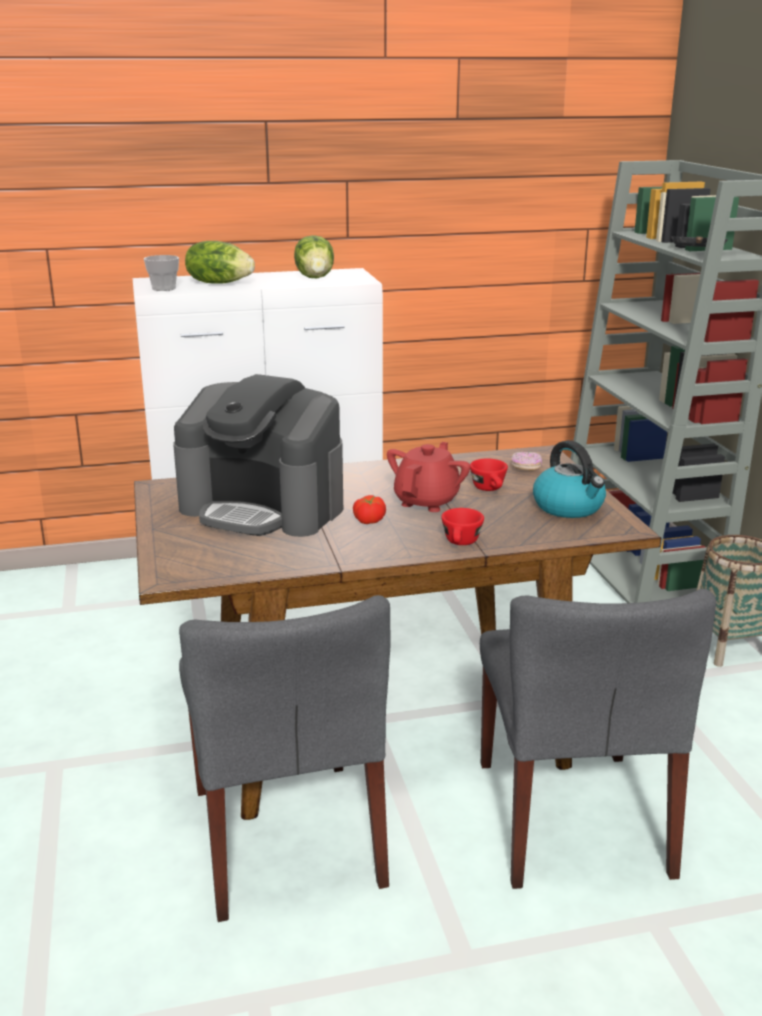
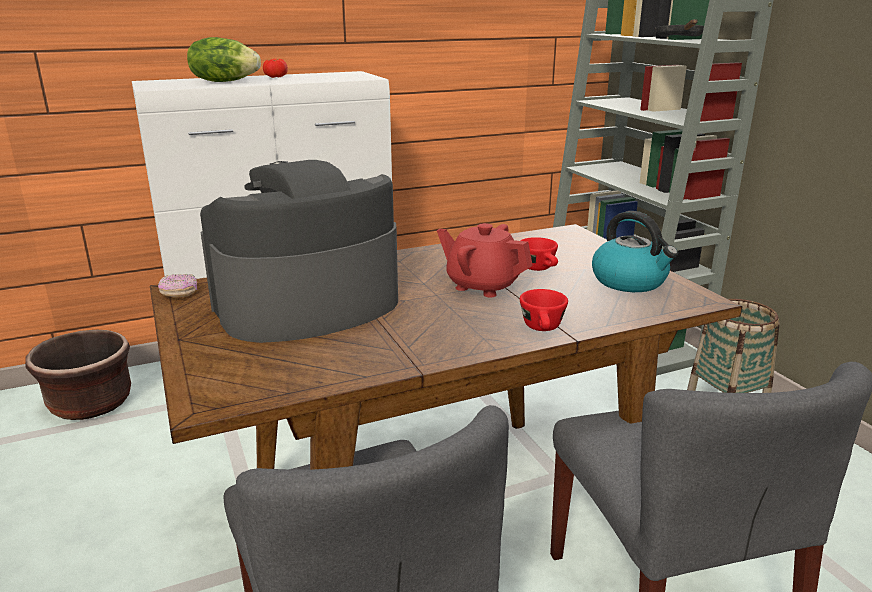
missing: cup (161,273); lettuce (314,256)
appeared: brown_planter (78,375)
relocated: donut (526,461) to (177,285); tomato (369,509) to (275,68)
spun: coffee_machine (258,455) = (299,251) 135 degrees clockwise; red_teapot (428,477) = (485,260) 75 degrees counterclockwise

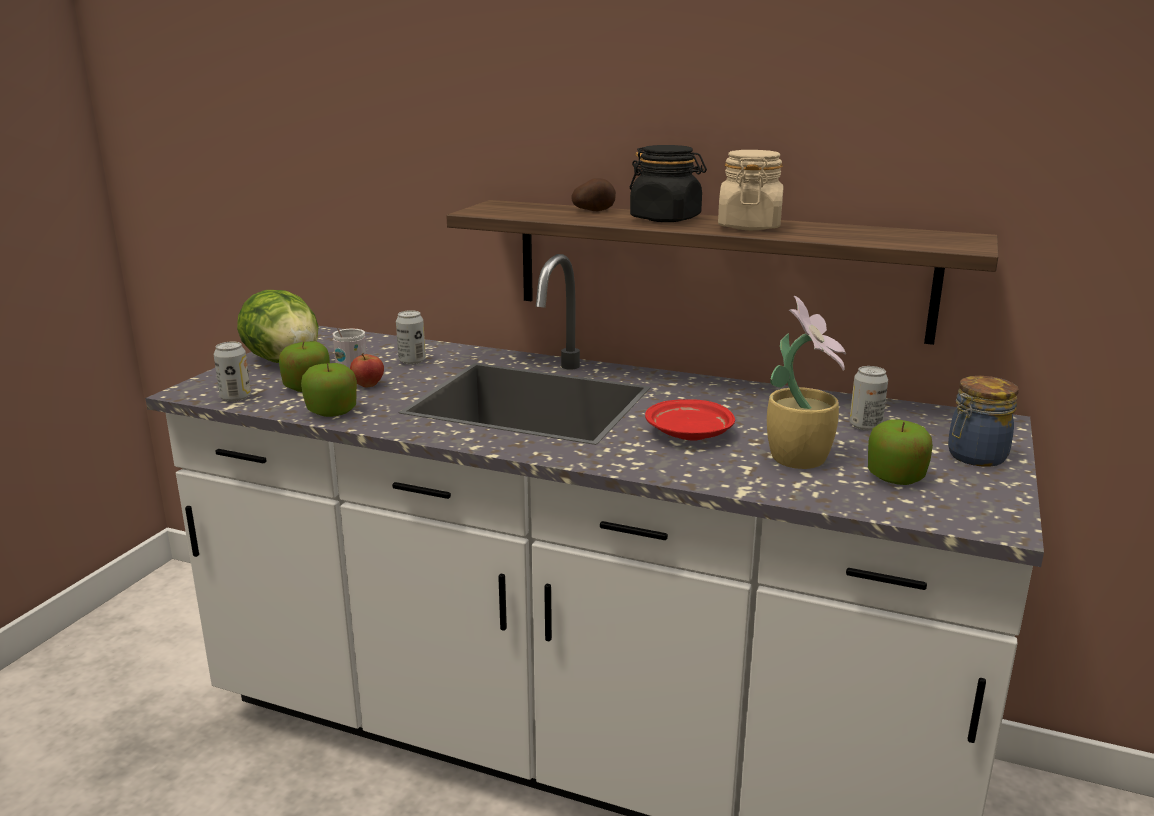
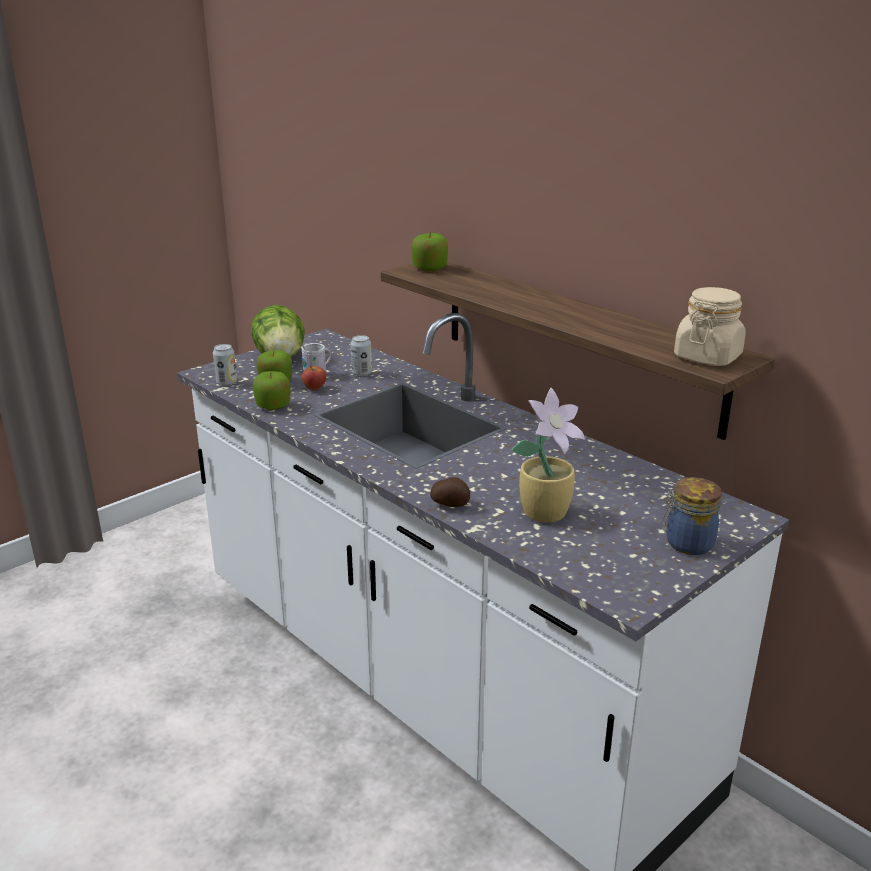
missing: black_jar (668,183); red_plate (690,420); can (868,398)
relocated: apple (900,452) to (430,251); potato (594,194) to (450,492); beige_jar (751,190) to (710,326)

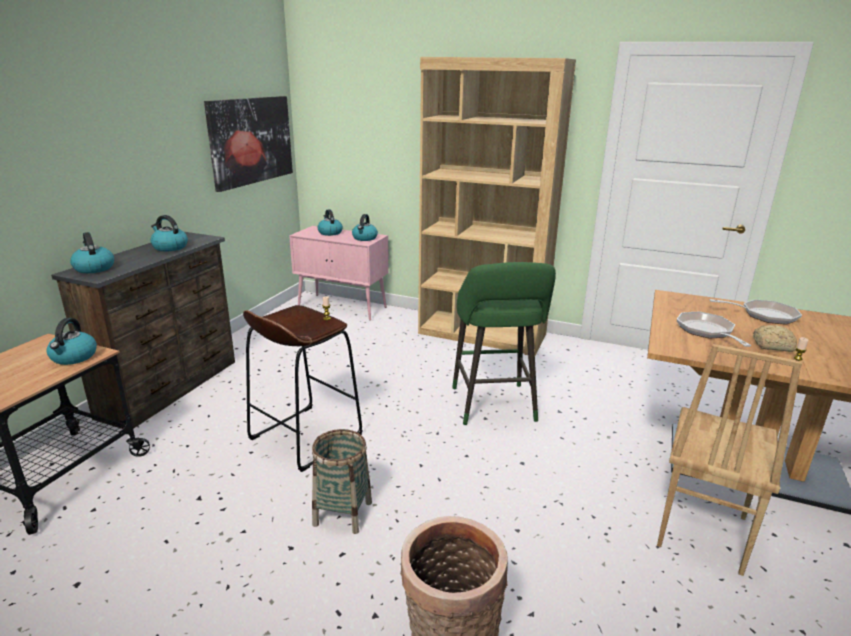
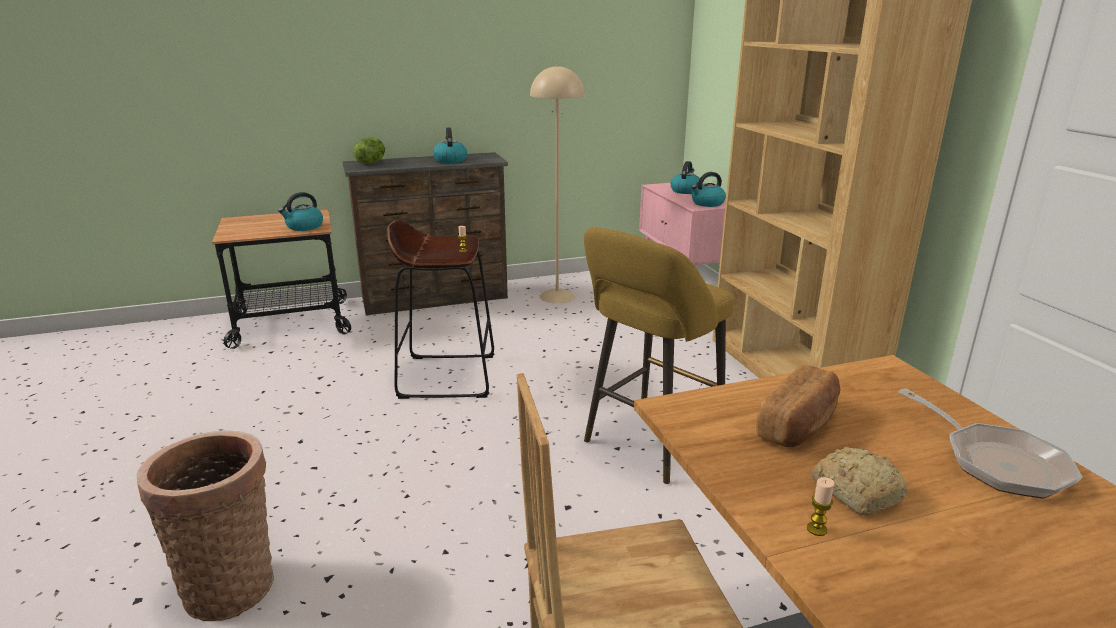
missing: picture (248,144); basket (342,481)
appeared: beige_floor_lamp (557,184)
exchanged: kettle (92,252) to lettuce (369,150); frying_pan (714,329) to bread (798,405)
colour: green_stool (504,343) to yellow_stool (659,355)

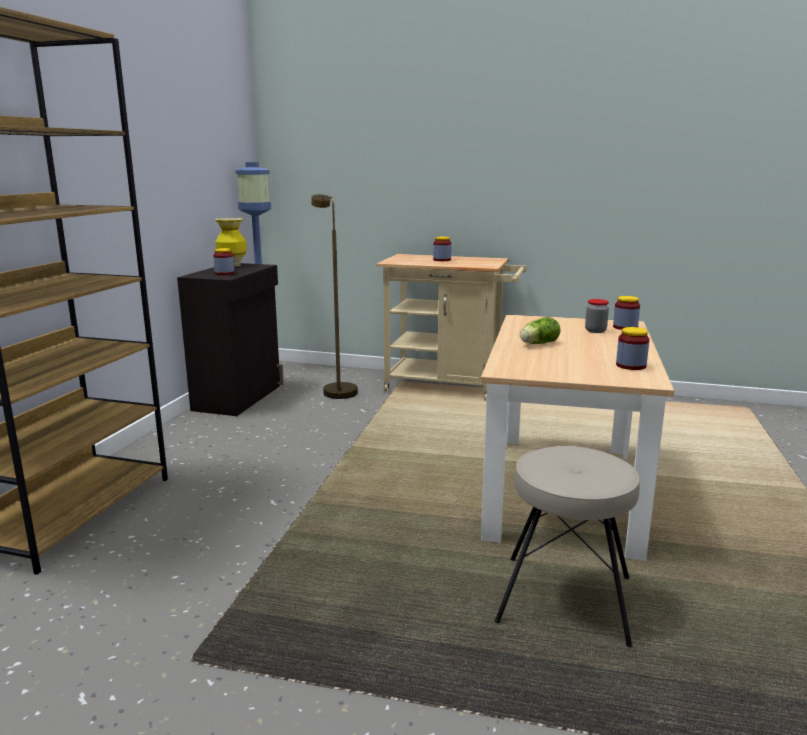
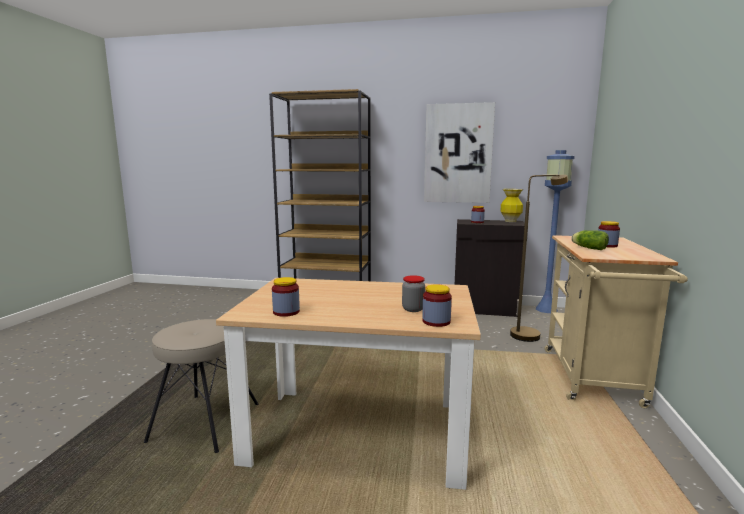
appeared: picture (459,152)
relocated: lettuce (540,330) to (590,240)

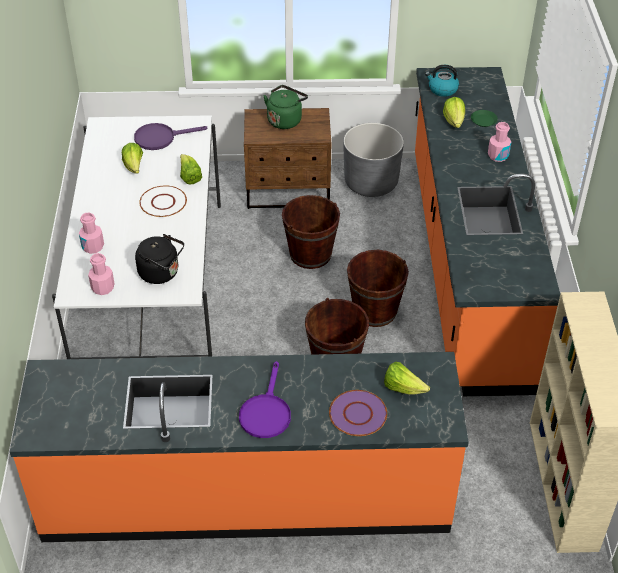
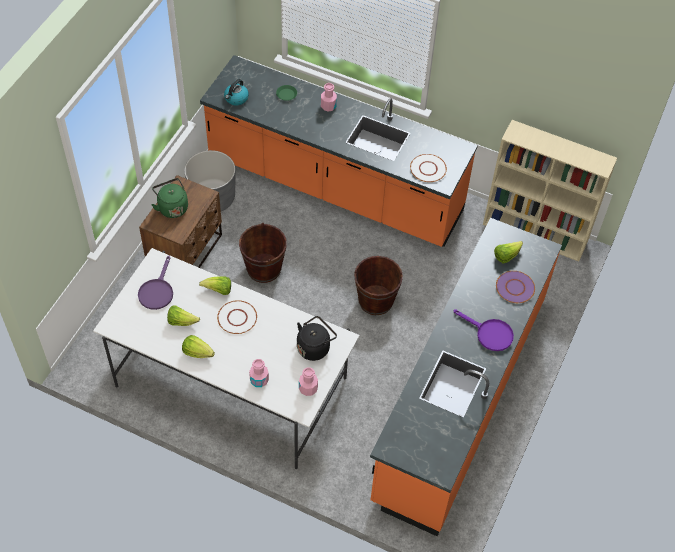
missing: brown_bucket (378,288)
appeared: white_plate (428,168)
relocated: lettuce (454,112) to (198,346)

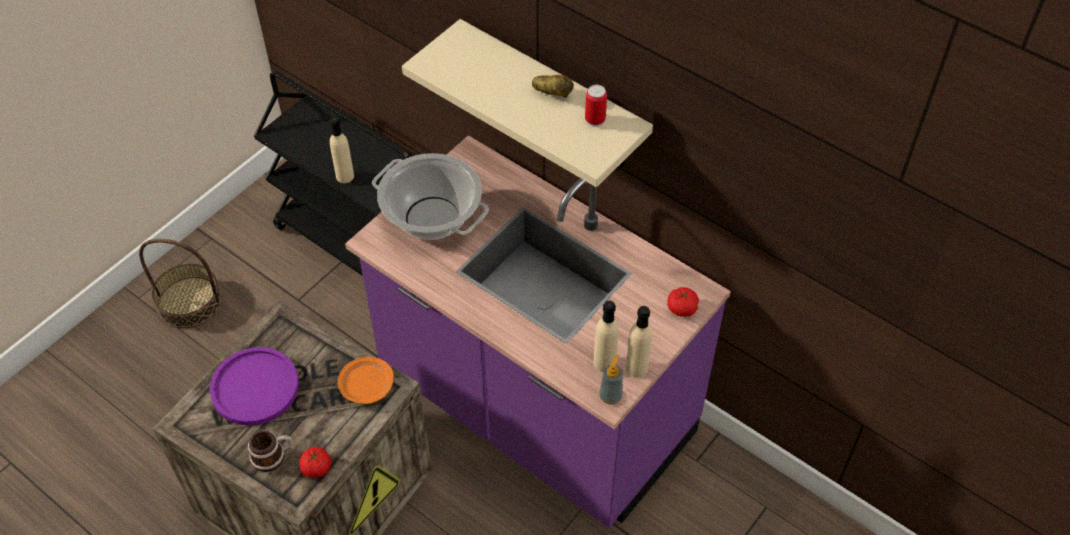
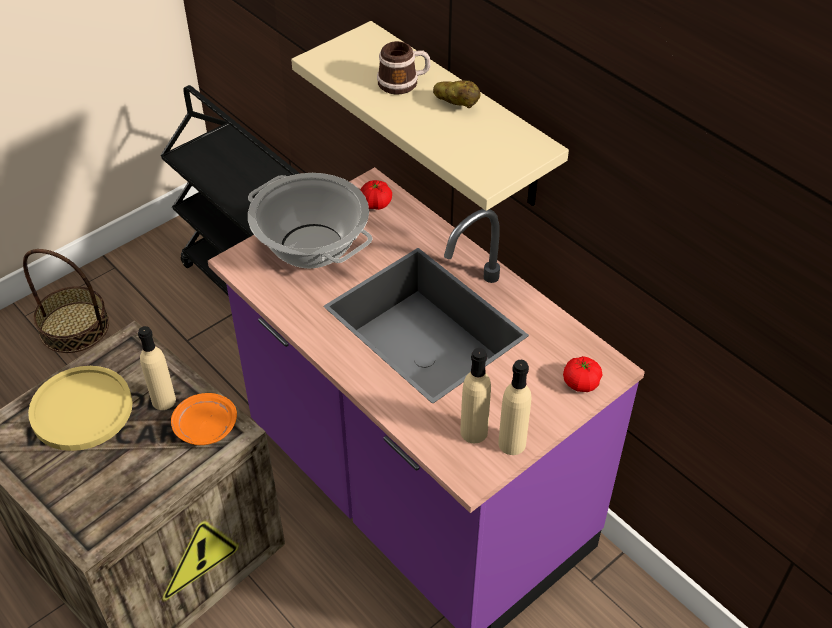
missing: can (596,106); soap_dispenser (611,379)
relocated: beige_bottle (342,150) to (157,368); tomato (315,462) to (376,195); mug (270,451) to (403,68)
colour: purple_plate (254,386) to yellow_plate (80,408)

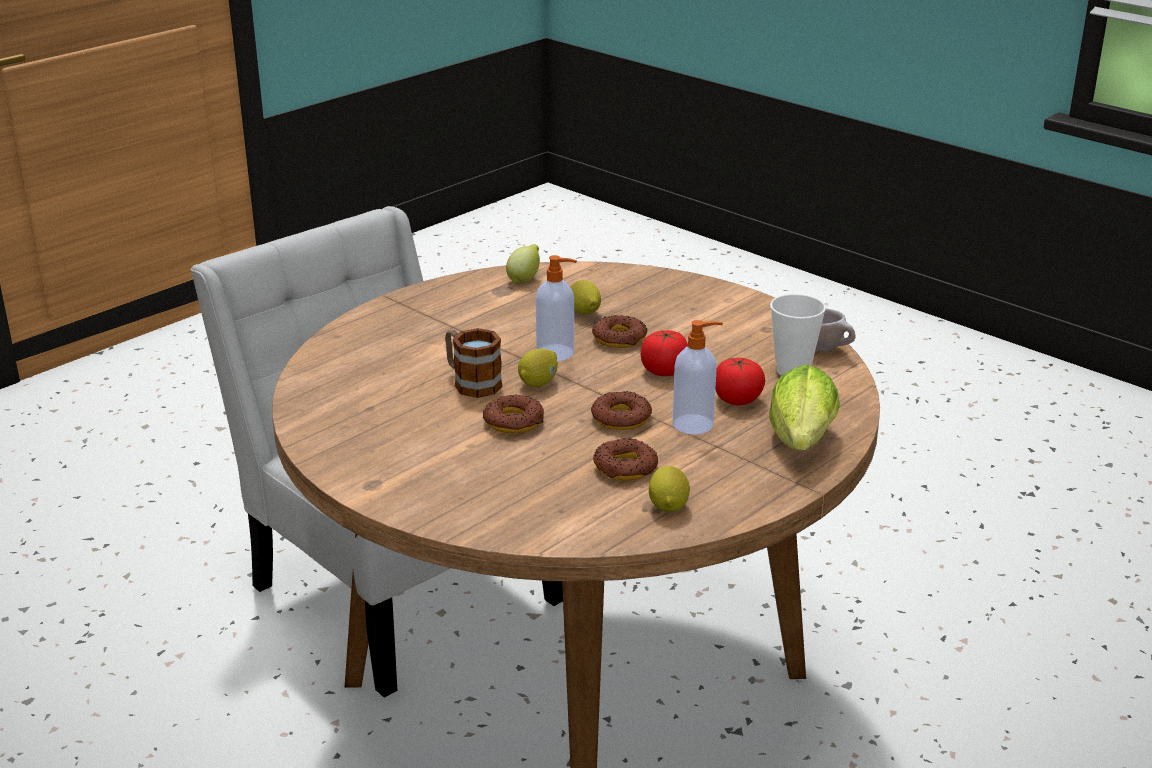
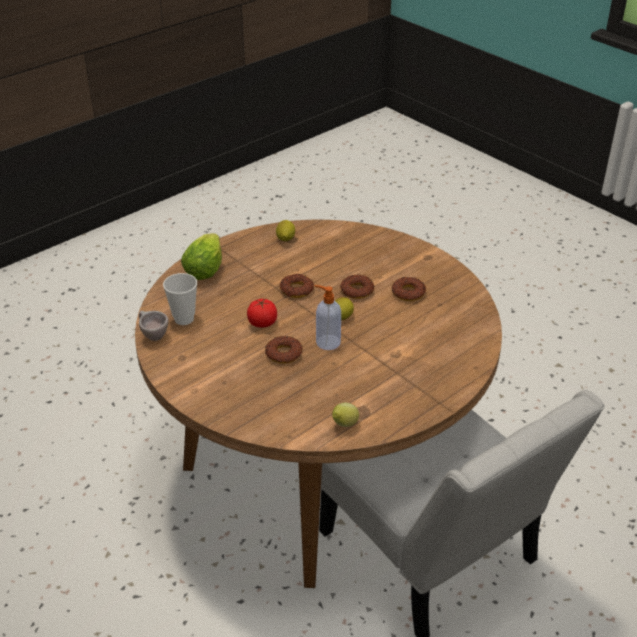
missing: mug (473,363); lemon (585,297); soap_dispenser (698,377); tomato (740,381)
relocated: donut (625,459) to (409,289)

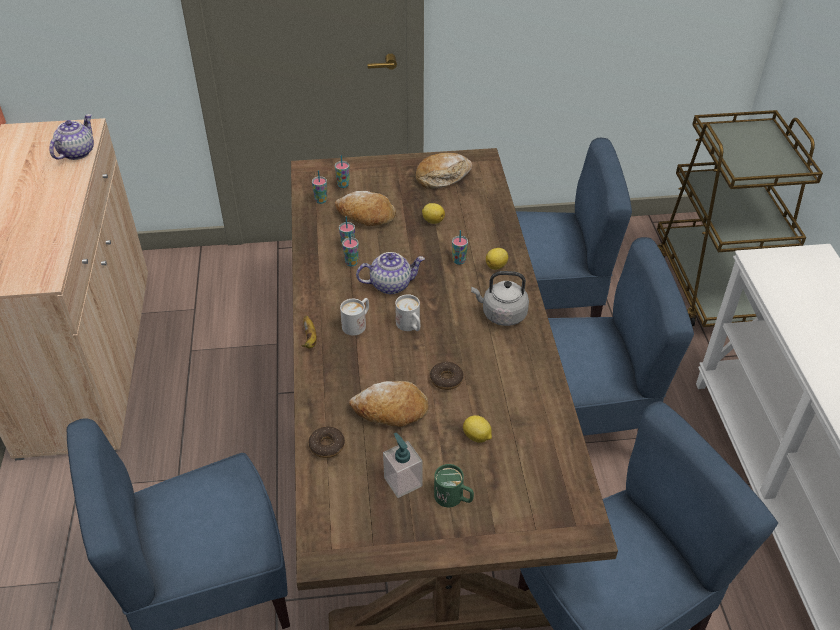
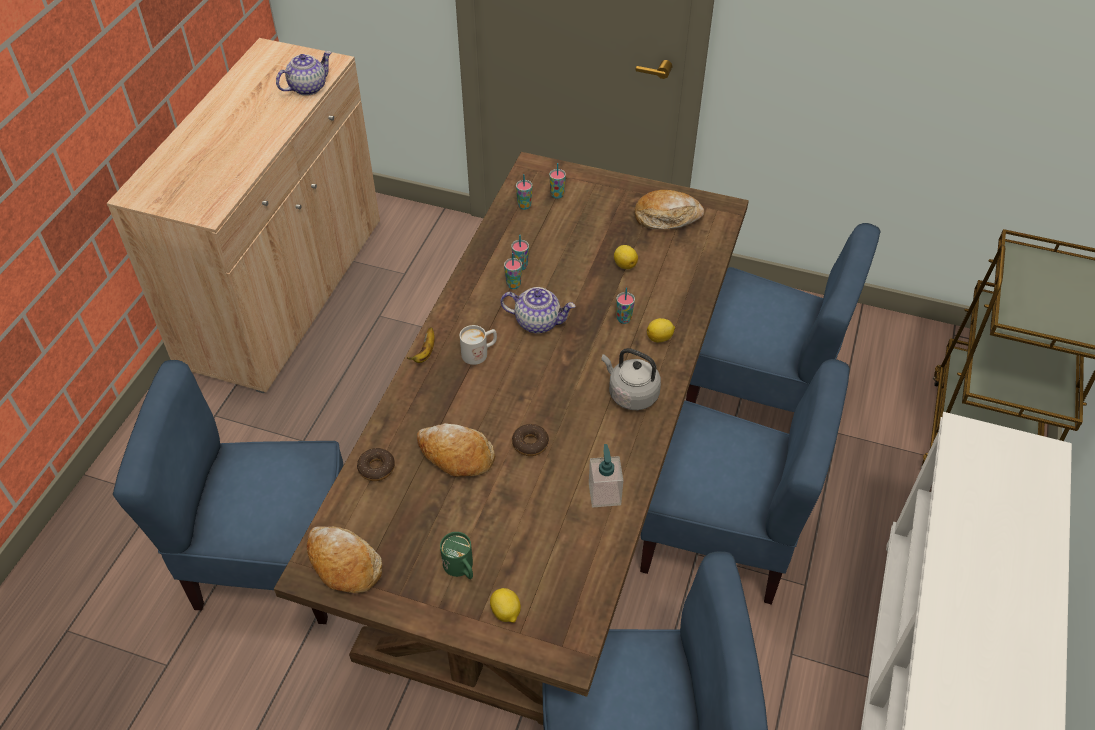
missing: white_mug (407,312)
relocated: bread (365,208) to (344,559); lemon (477,429) to (505,605); soap_dispenser (403,465) to (606,475)

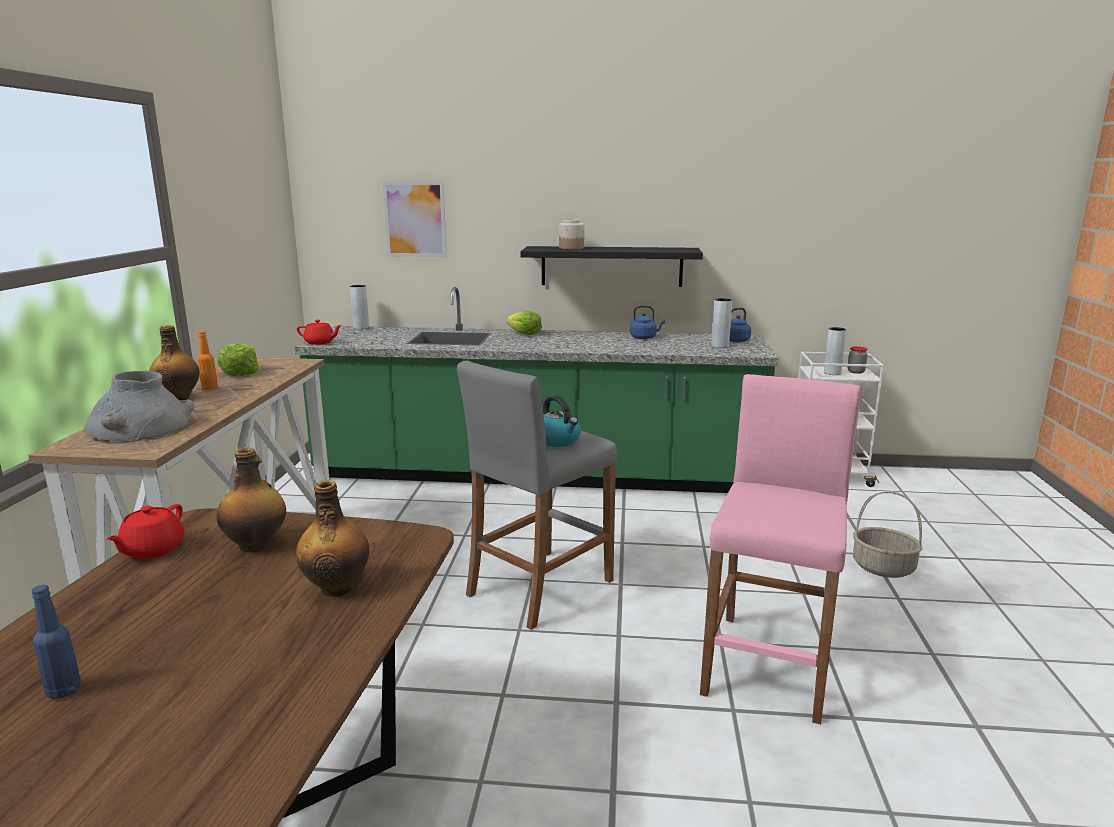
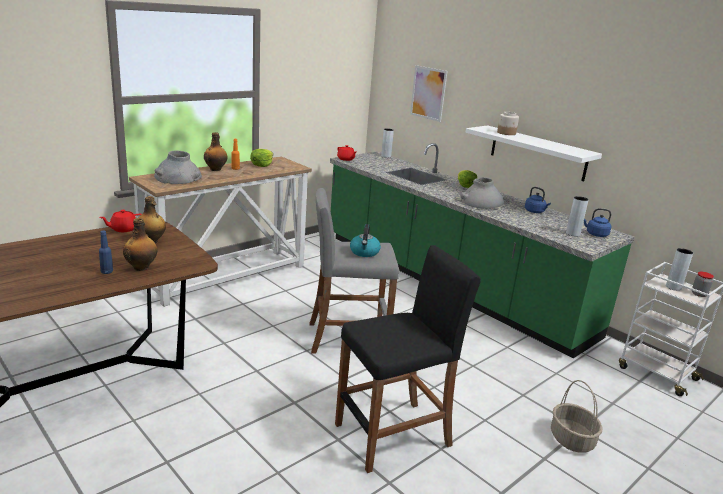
appeared: grey_vase (482,193)
relocated: blue_bottle (56,642) to (106,252)
colour: pink_stool (780,549) to black_stool (408,359); black_shelf (612,266) to white_shelf (534,153)

